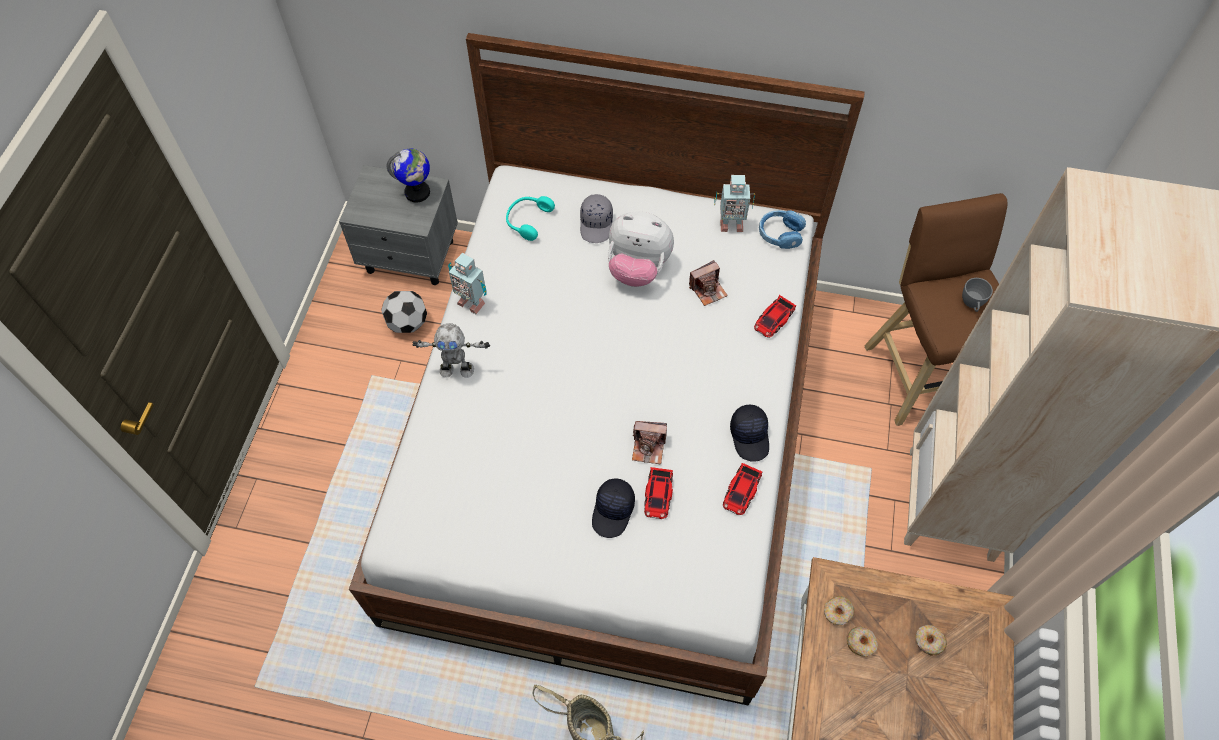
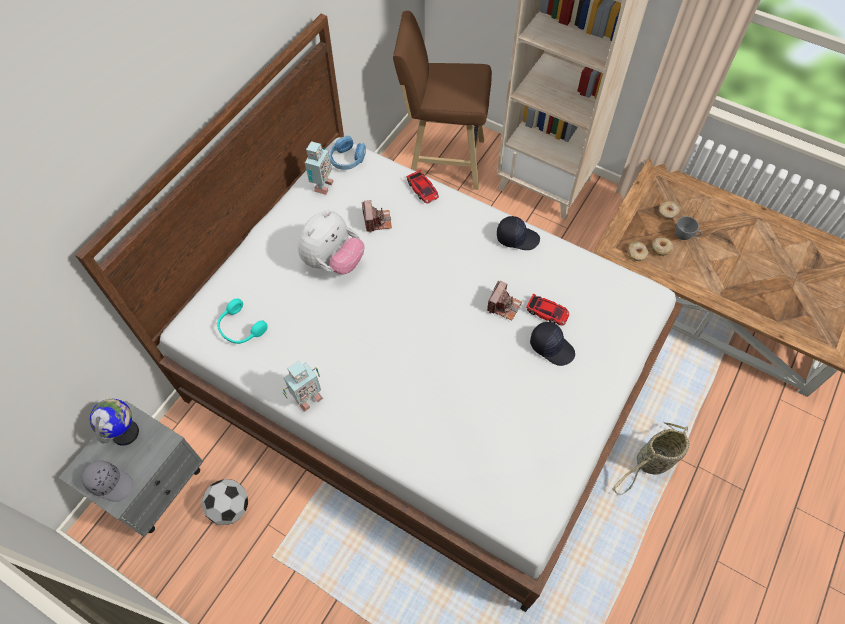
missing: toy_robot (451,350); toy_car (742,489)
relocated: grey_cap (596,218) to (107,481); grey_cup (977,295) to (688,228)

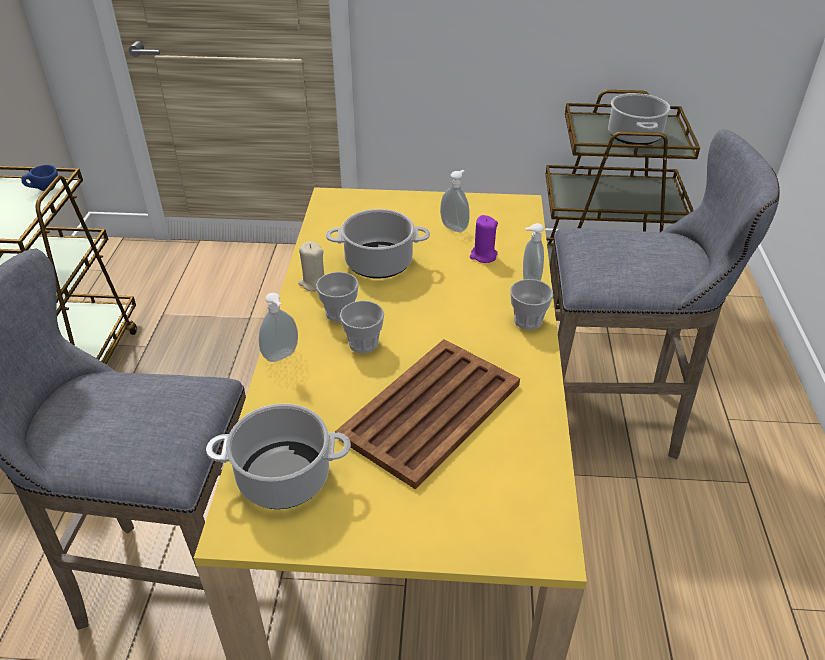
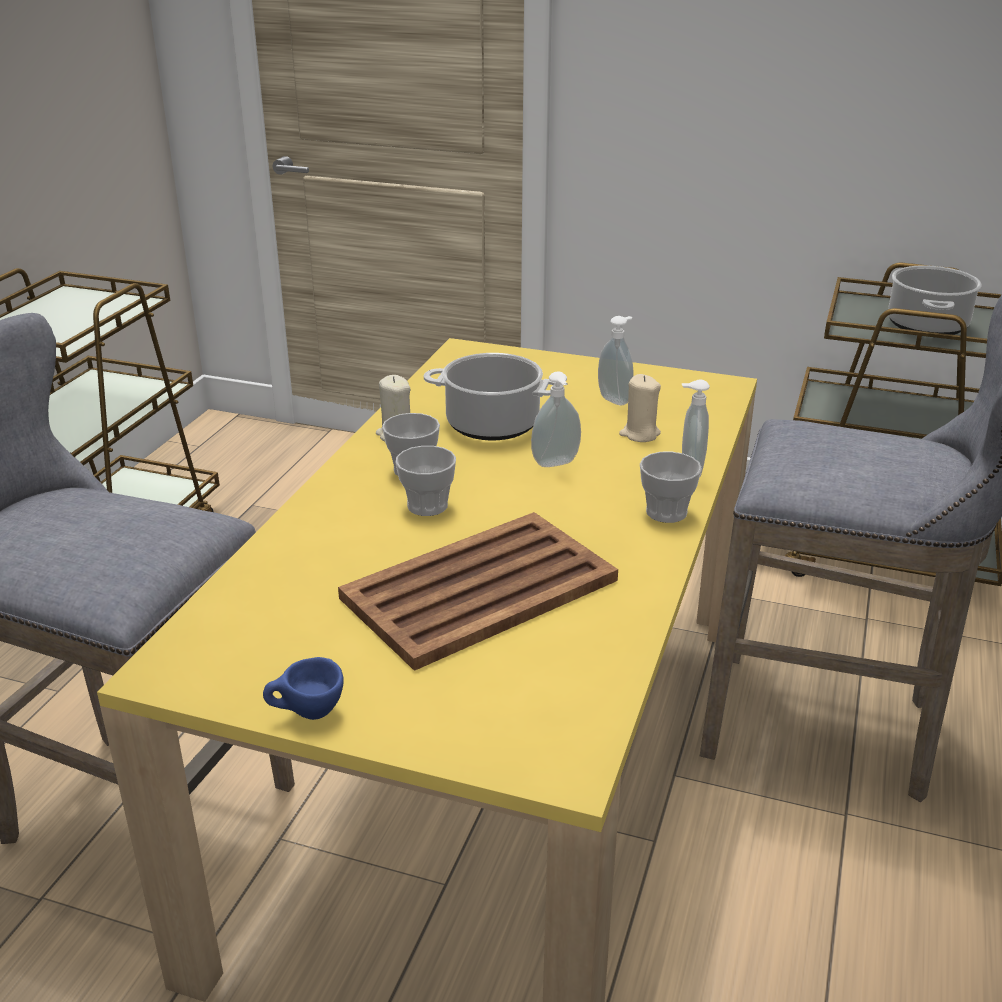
missing: cooking_pot (278,456)
relocated: blue_cup (39,178) to (303,688); soap_dispenser (278,327) to (556,419)
colour: purple_candle (484,239) to beige_candle (640,408)

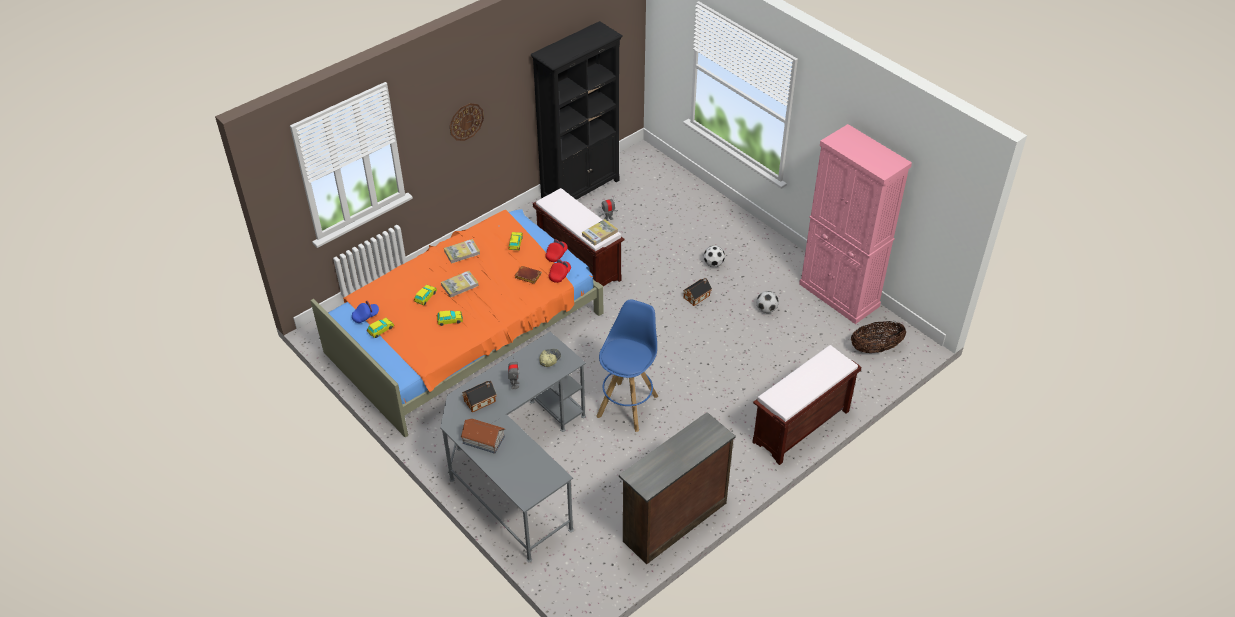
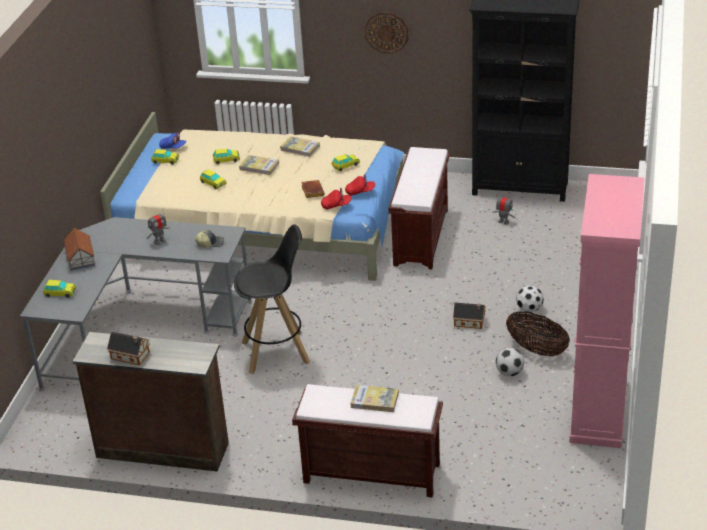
appeared: toy_car (59,289)
relocated: toy_house (479,396) to (128,348); book (600,232) to (374,398); basket (878,337) to (538,333)
colour: orange_bed (456,323) to beige_bed (252,196); blue_stool (627,365) to black_stool (272,299)

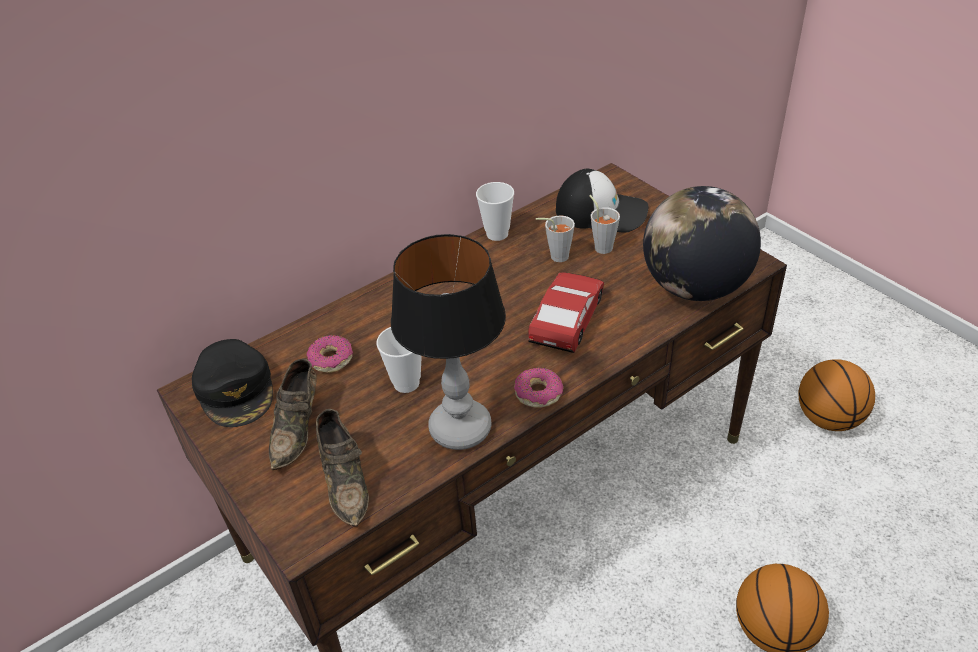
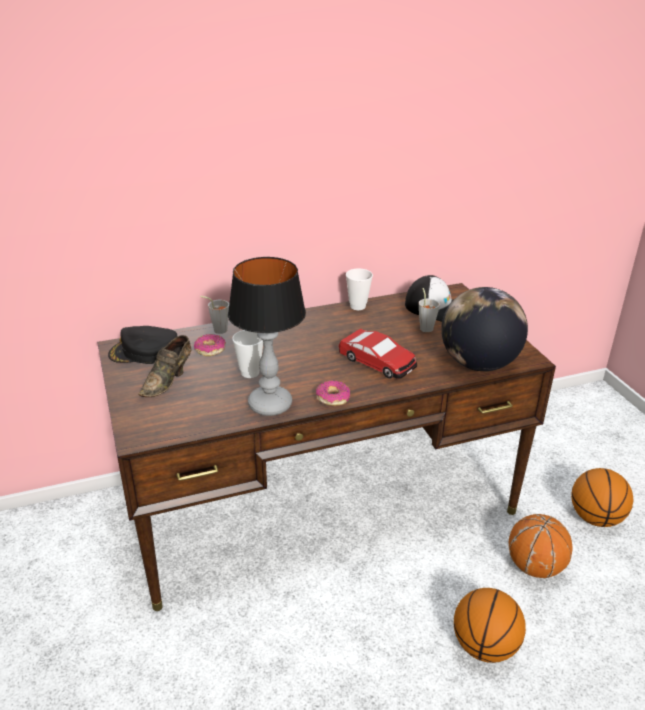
missing: brown_shoe (342,468)
appeared: basketball (541,546)
relocated: grey_cup (555,239) to (214,315)
spun: black_cap (232,383) = (142,345) 90 degrees clockwise; toy_car (566,312) = (378,353) 90 degrees clockwise

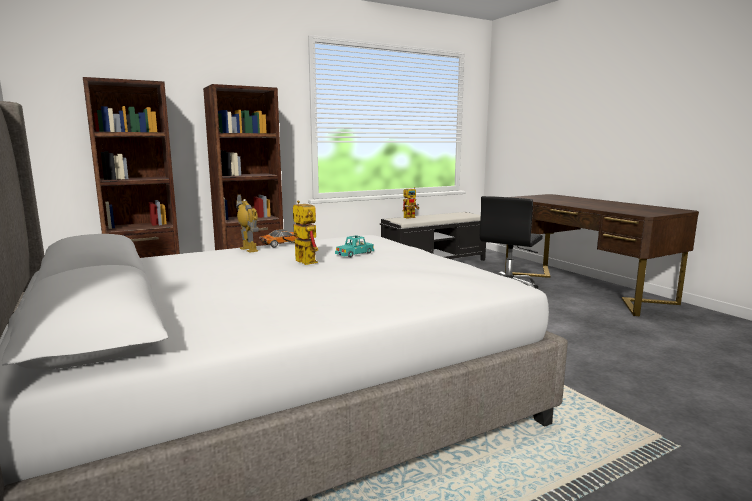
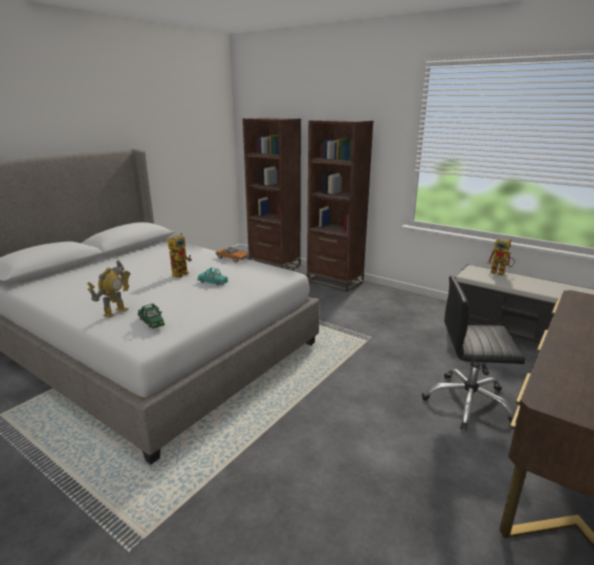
appeared: green_toy_car (151,316)
relocated: toy_robot (247,223) to (108,289)

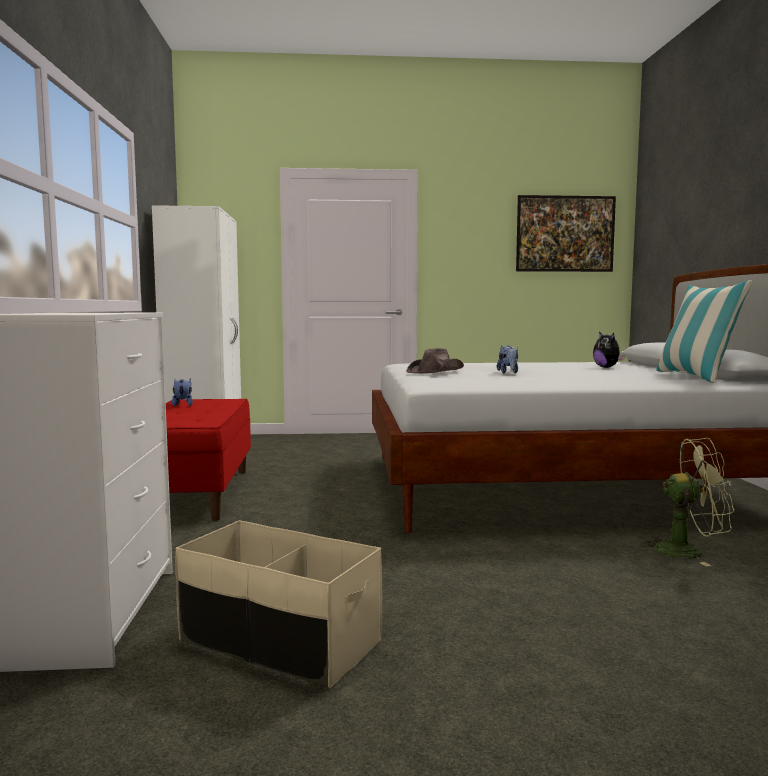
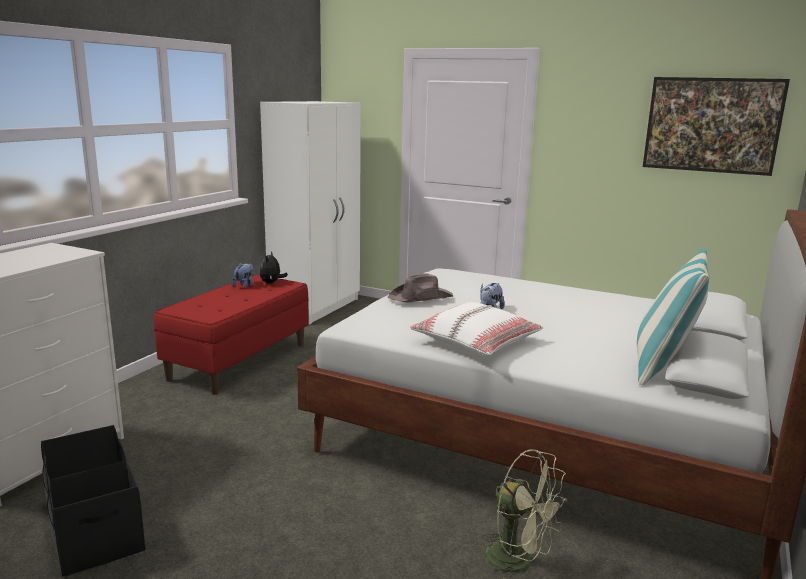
appeared: white_pillow (477,329)
relocated: plush_toy (608,350) to (273,267)
colour: beige_storage_box (278,604) to black_storage_box (93,501)

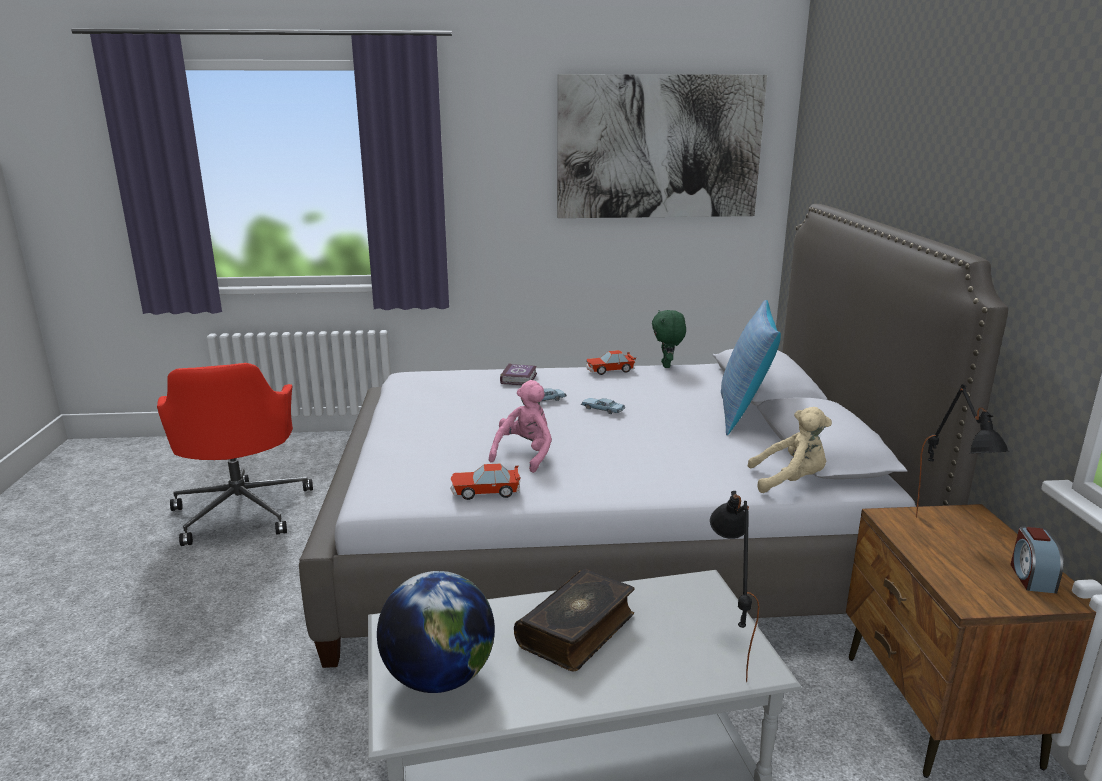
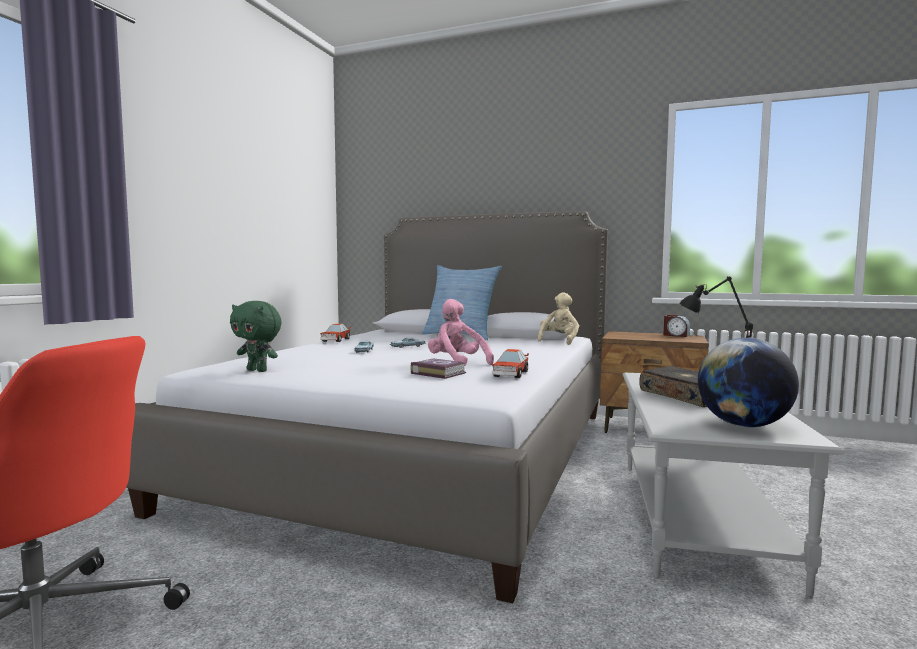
missing: picture (662,146); black_table_lamp (963,451)
relocated: green_plush_toy (669,339) to (256,336); book (518,374) to (438,368)

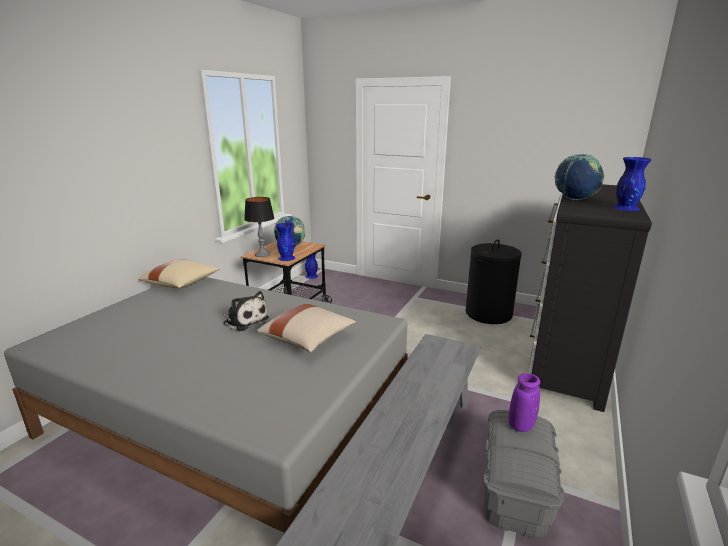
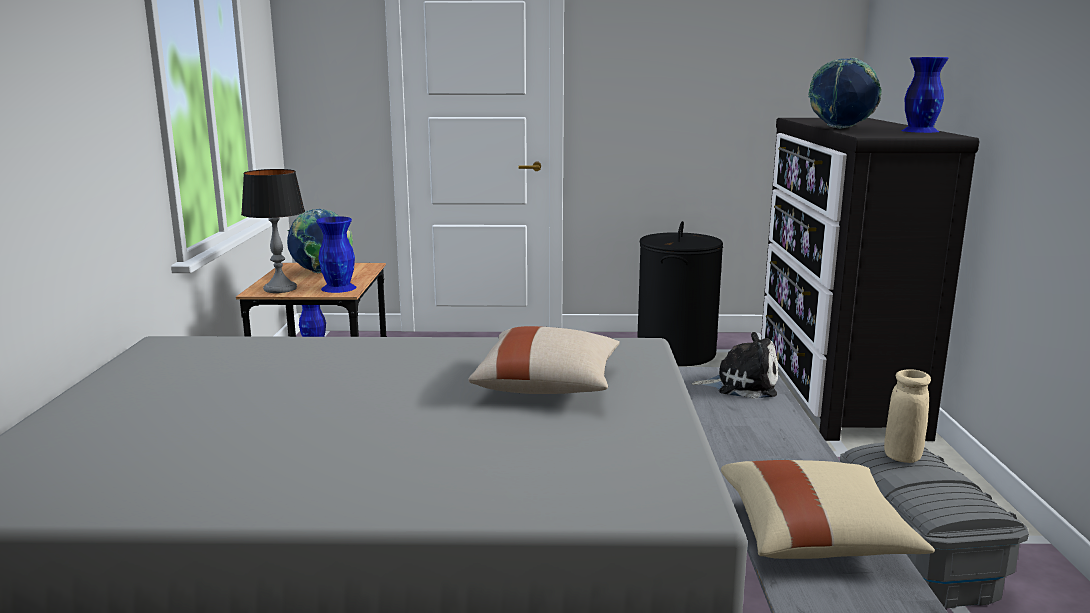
relocated: plush_toy (246,311) to (734,365); beige_pillow (179,273) to (828,509)
colour: purple_vase (524,402) to beige_vase (907,416)

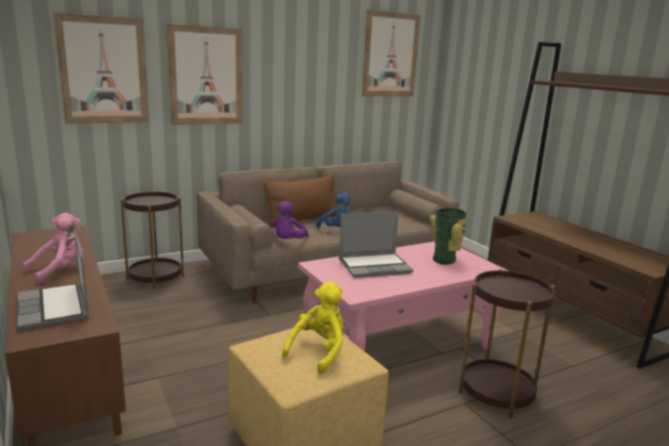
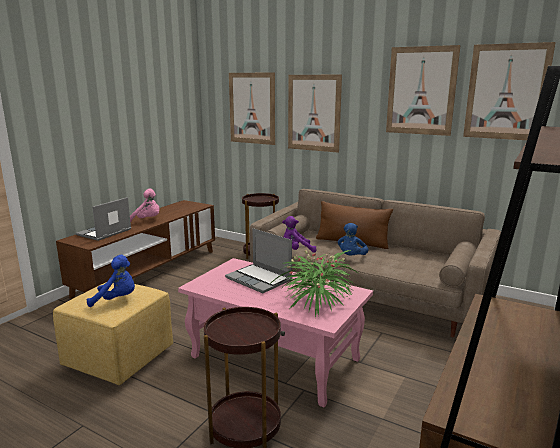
appeared: picture (423,90)
exchanged: vase (448,236) to potted_plant (316,284)
colour: yellow_plush_toy (312,328) to blue_plush_toy (111,281)

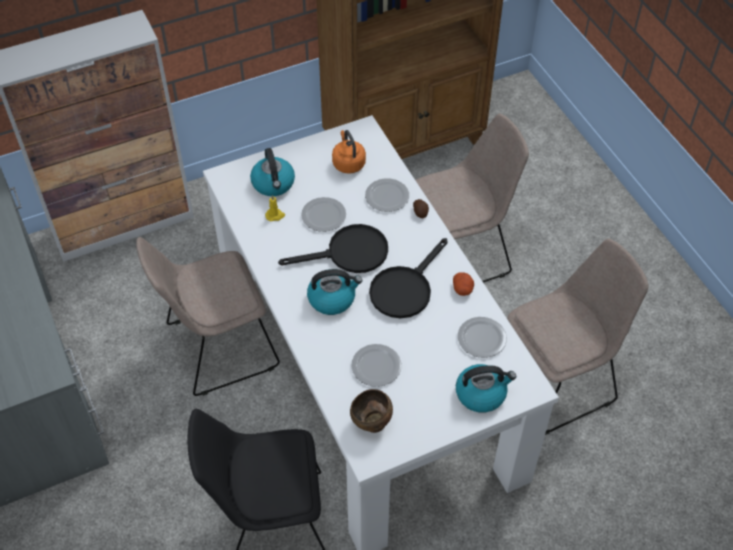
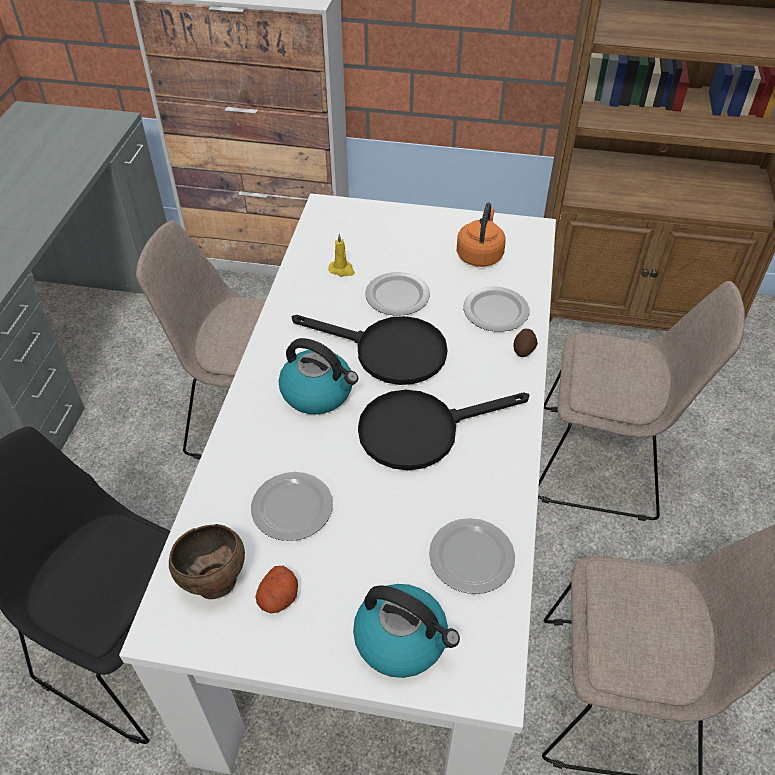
missing: kettle (272,172)
relocated: potato (463,284) to (276,589)

